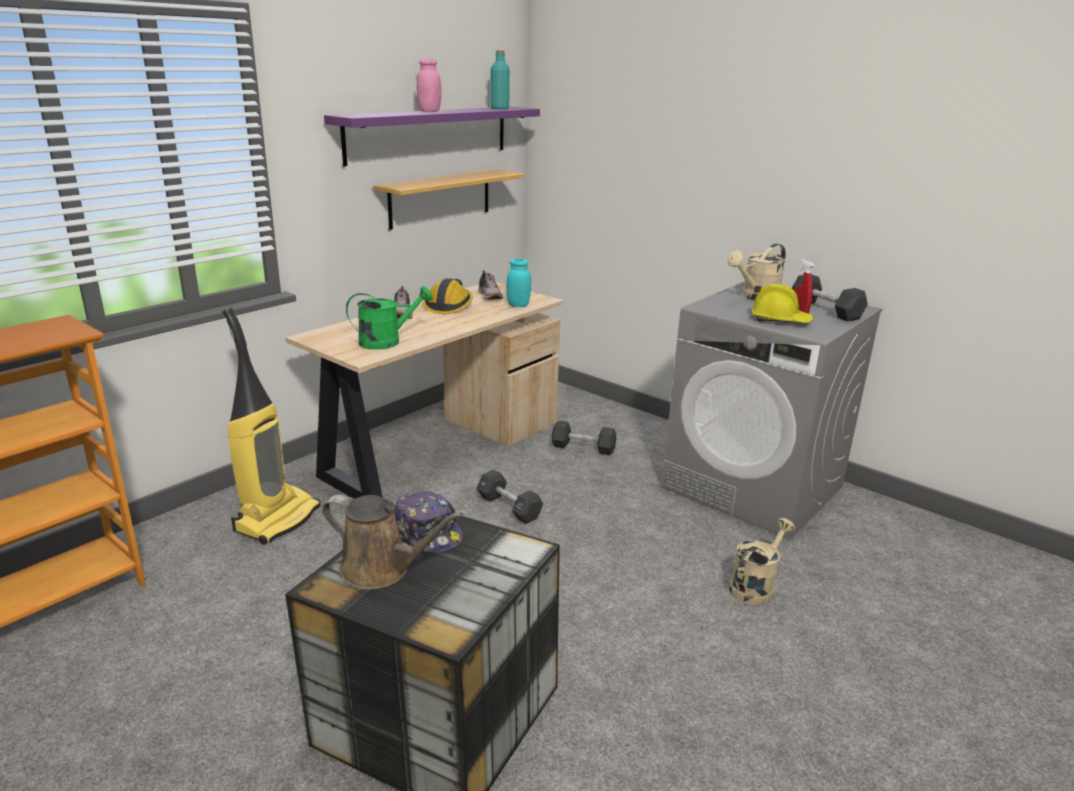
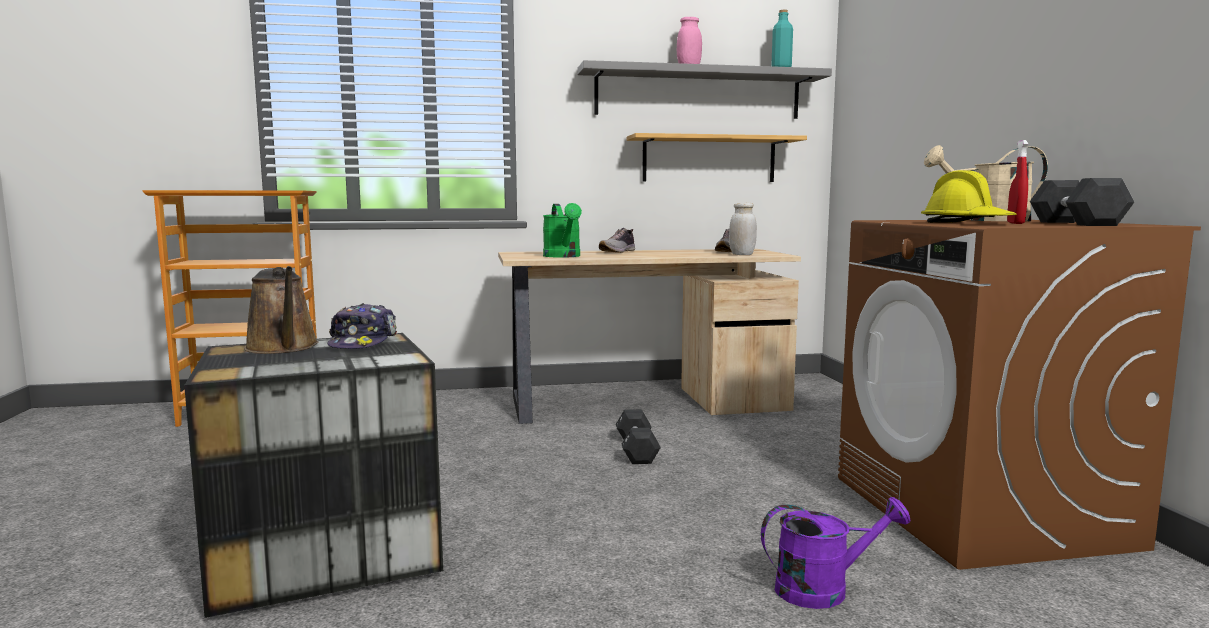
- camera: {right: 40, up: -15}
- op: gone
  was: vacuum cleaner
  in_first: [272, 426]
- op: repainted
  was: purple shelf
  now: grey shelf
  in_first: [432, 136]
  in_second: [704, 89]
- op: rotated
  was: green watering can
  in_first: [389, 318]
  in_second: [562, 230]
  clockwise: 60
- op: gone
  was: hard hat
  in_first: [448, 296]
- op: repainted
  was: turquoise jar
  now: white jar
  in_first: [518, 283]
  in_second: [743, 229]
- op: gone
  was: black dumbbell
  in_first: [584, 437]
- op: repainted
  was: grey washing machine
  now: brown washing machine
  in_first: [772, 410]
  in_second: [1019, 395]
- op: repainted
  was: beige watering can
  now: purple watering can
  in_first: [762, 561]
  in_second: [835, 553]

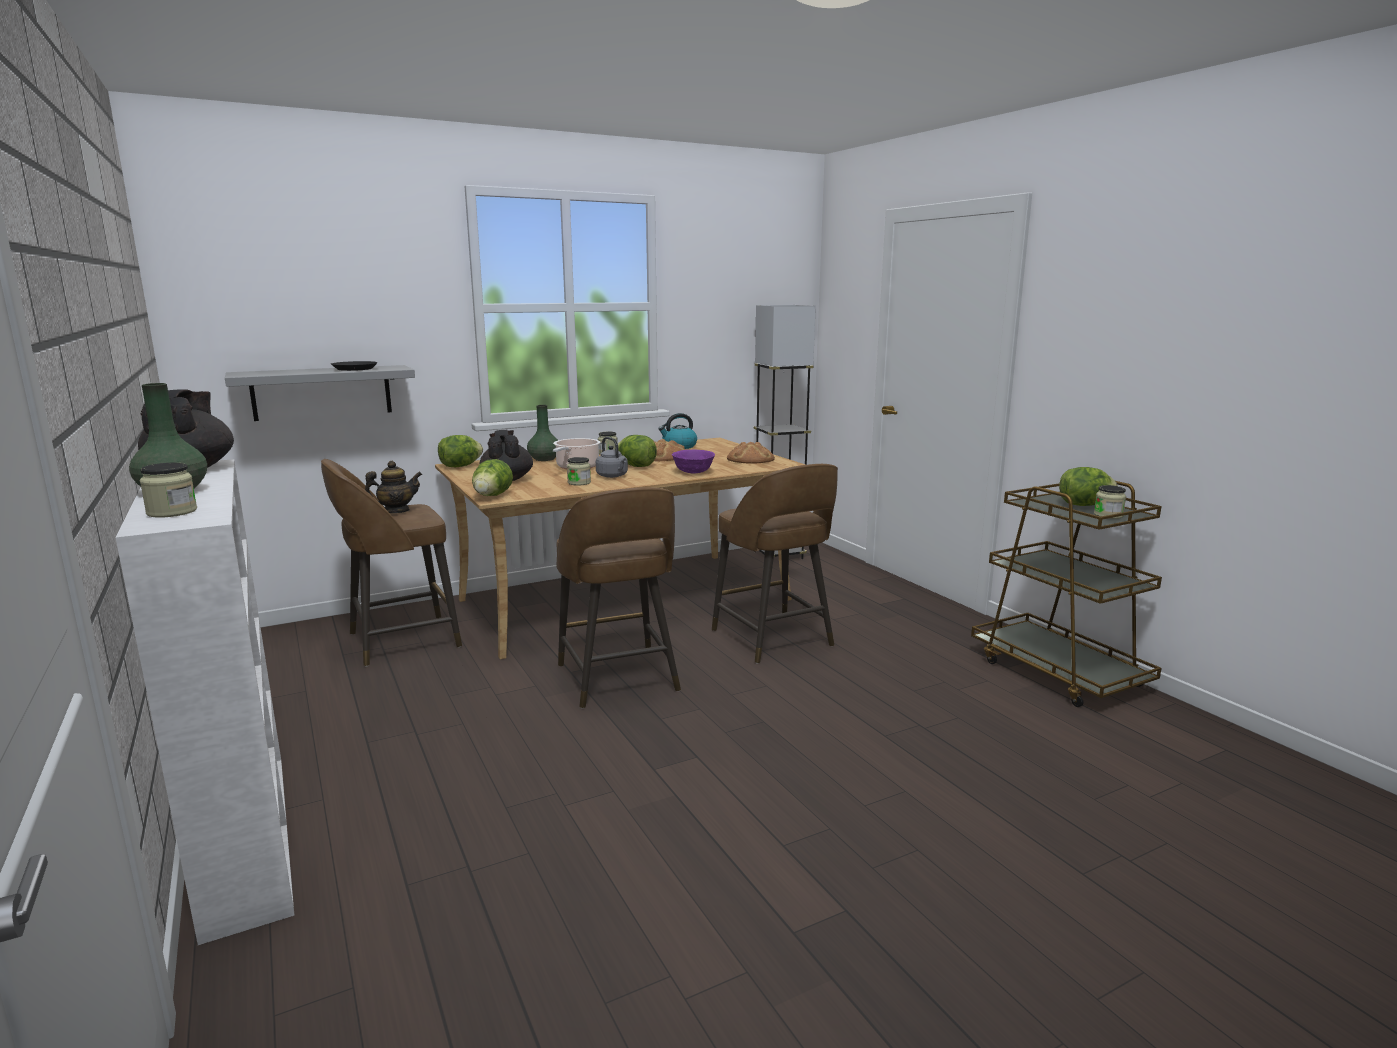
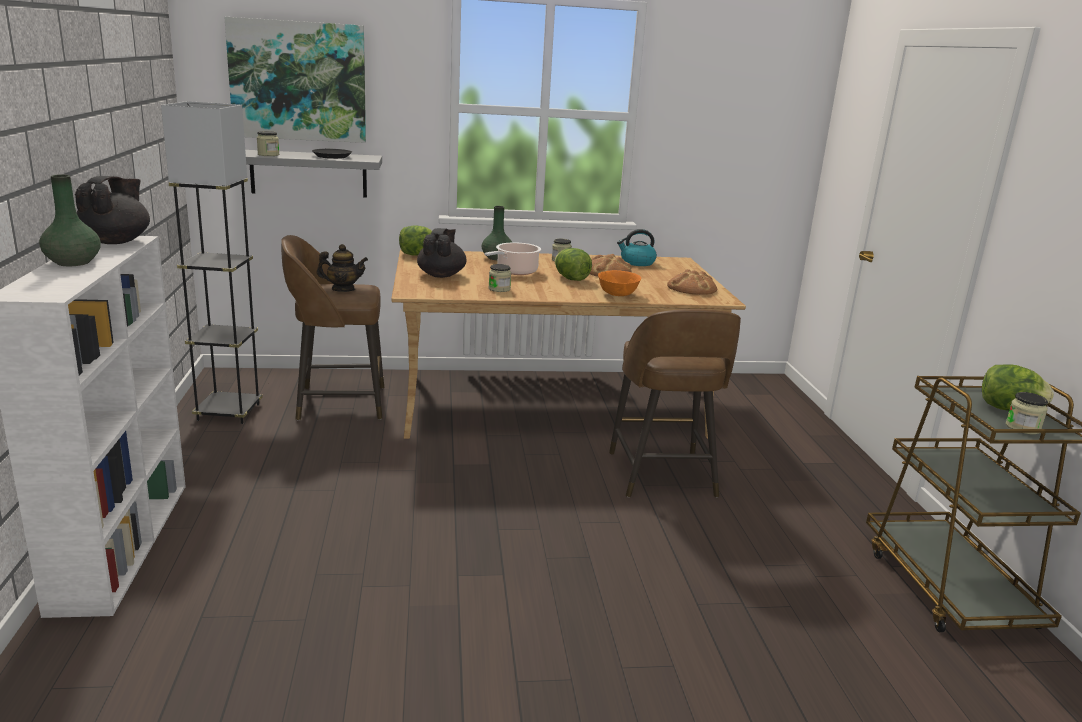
- camera: {right: 20, up: 5}
- op: shifted
  was: jar
  in_first: [168, 490]
  in_second: [268, 143]
- op: gone
  was: lettuce
  in_first: [492, 477]
- op: gone
  was: brown stool
  in_first: [619, 597]
- op: gone
  was: grey kettle
  in_first: [612, 457]
- op: repainted
  was: purple bowl
  now: orange bowl
  in_first: [693, 461]
  in_second: [619, 283]
- op: shifted
  was: grey floor lamp
  in_first: [785, 432]
  in_second: [211, 262]
- op: new
  now: picture
  in_second: [295, 80]

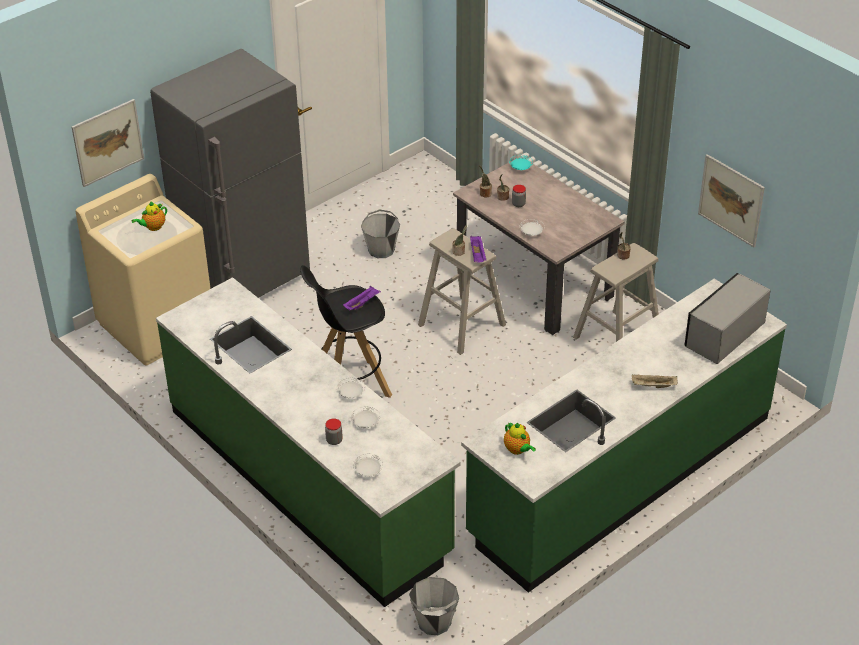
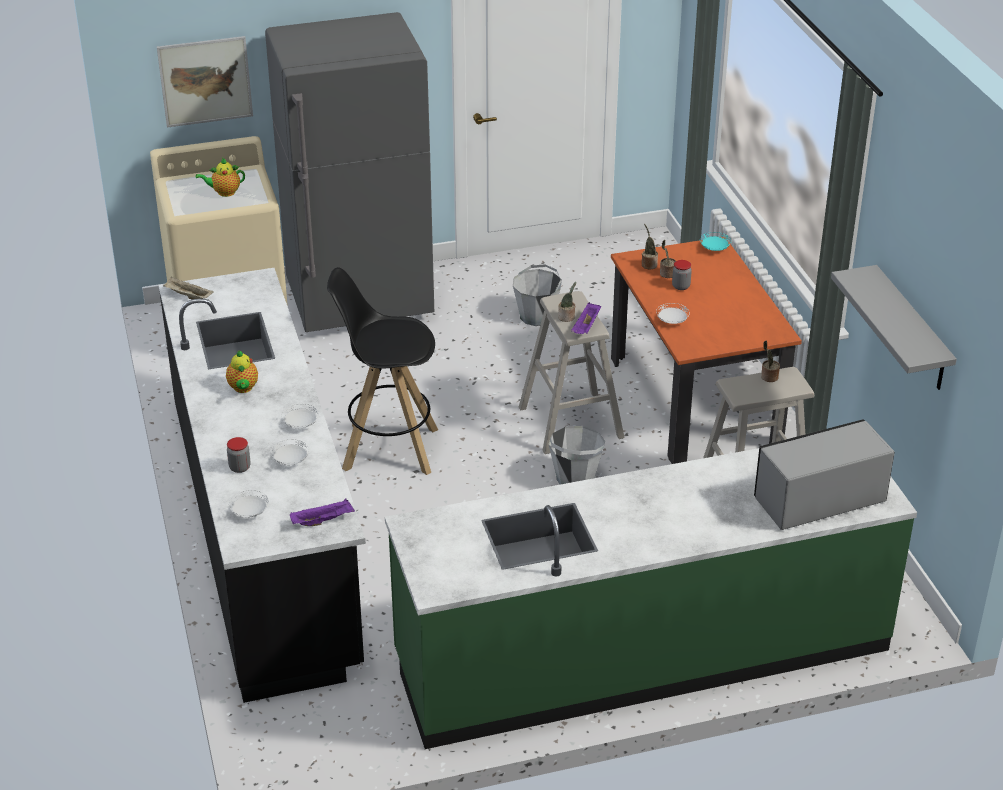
- camera: {right: 25, up: -5}
- op: repainted
  was: green counter
  now: black counter
  in_first: [308, 442]
  in_second: [262, 485]
- op: shifted
  was: purple tray
  in_first: [362, 298]
  in_second: [322, 512]
- op: shifted
  was: grey bucket
  in_first: [434, 606]
  in_second: [577, 455]
- op: repainted
  was: beige dining table
  now: orange dining table
  in_first: [539, 245]
  in_second: [706, 350]
- op: shifted
  was: teapot
  in_first: [520, 438]
  in_second: [242, 371]
- op: shifted
  was: beige tray
  in_first: [655, 381]
  in_second: [188, 288]
- op: swapped
  was: picture
  now: grey shelf
  in_first: [731, 200]
  in_second: [894, 327]

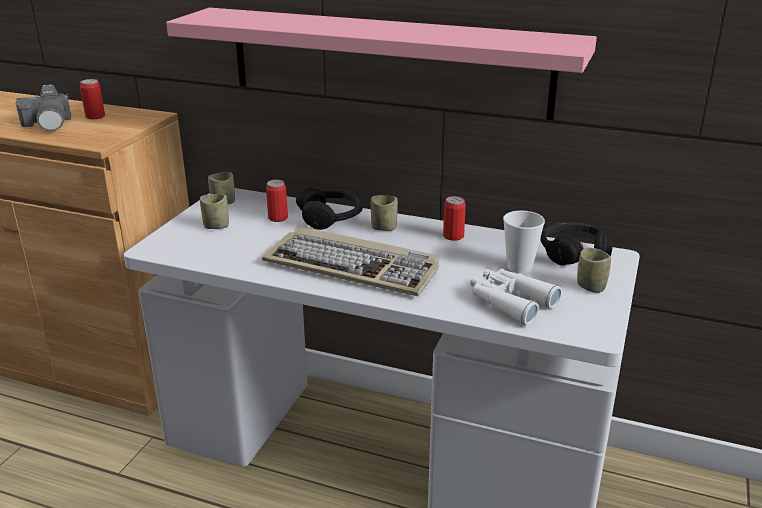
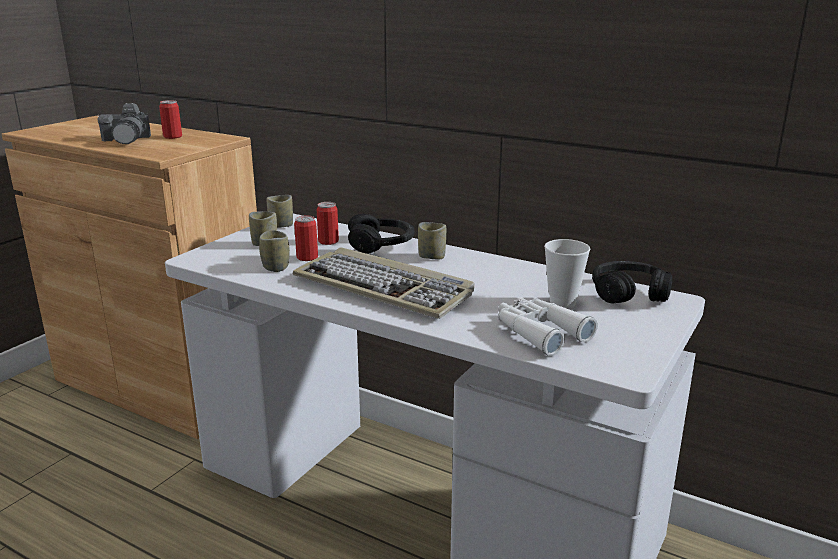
- camera: {right: 10, up: -5}
- op: gone
  was: pink shelf
  in_first: [381, 64]
- op: shifted
  was: can
  in_first: [454, 218]
  in_second: [306, 238]
- op: shifted
  was: cup
  in_first: [594, 270]
  in_second: [274, 251]

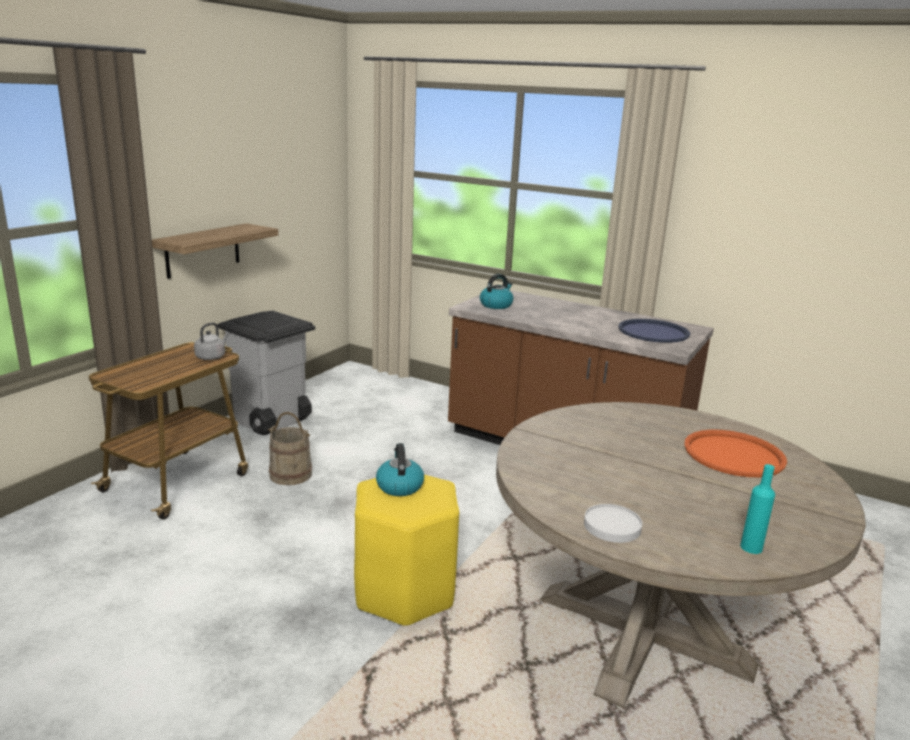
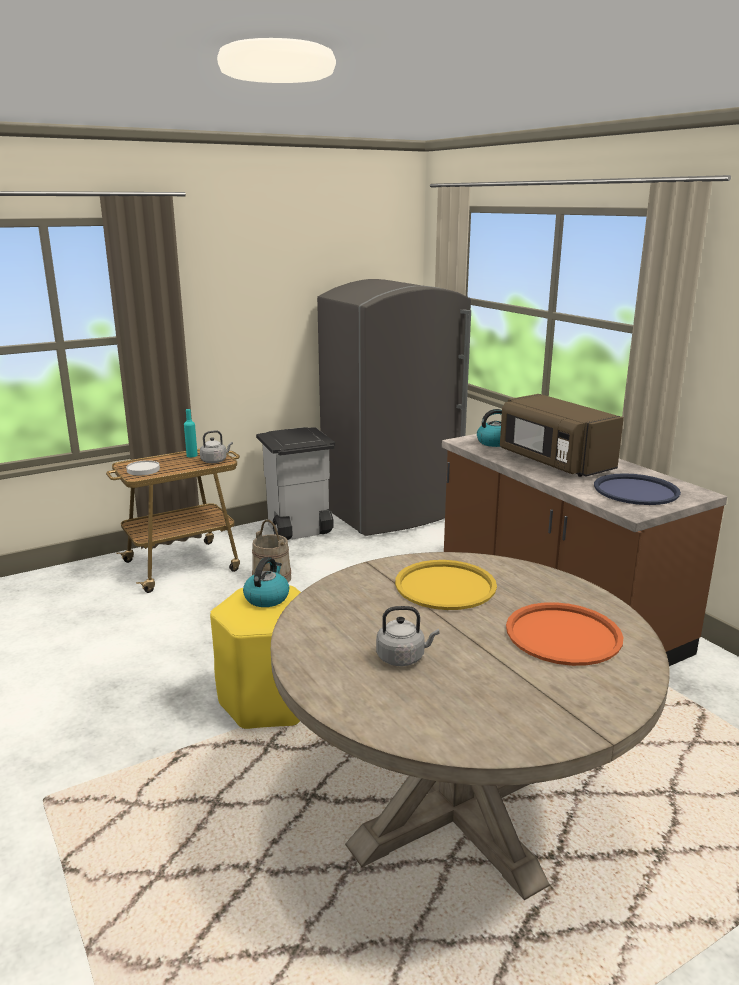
- camera: {right: 30, up: 0}
- op: gone
  was: shelf
  in_first: [215, 251]
- op: shifted
  was: white plate
  in_first: [613, 523]
  in_second: [143, 467]
- op: shifted
  was: turquoise bottle
  in_first: [757, 509]
  in_second: [191, 433]
- op: new
  now: grey fridge
  in_second: [394, 407]
- op: new
  now: grey kettle
  in_second: [407, 636]
- op: new
  now: yellow tray
  in_second: [446, 585]
- op: new
  now: brown microwave
  in_second: [562, 435]

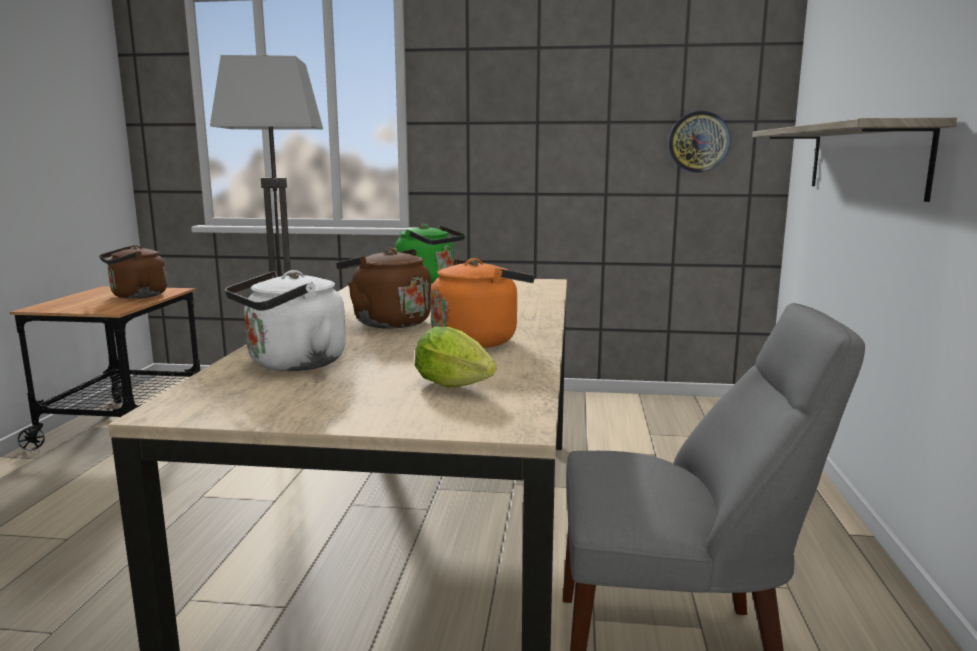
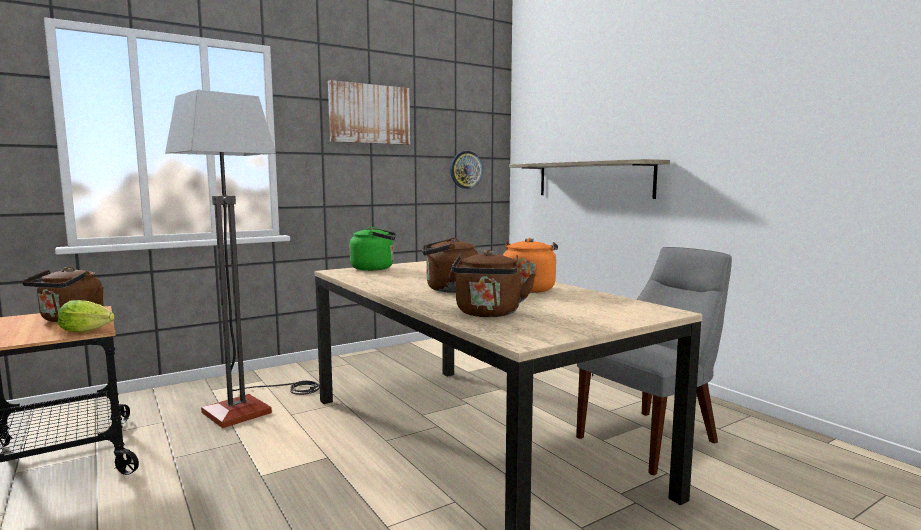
- camera: {right: -40, up: -5}
- op: repainted
  was: white kettle
  now: brown kettle
  in_first: [285, 320]
  in_second: [494, 283]
- op: shifted
  was: lettuce
  in_first: [455, 357]
  in_second: [86, 316]
- op: new
  now: picture
  in_second: [369, 112]

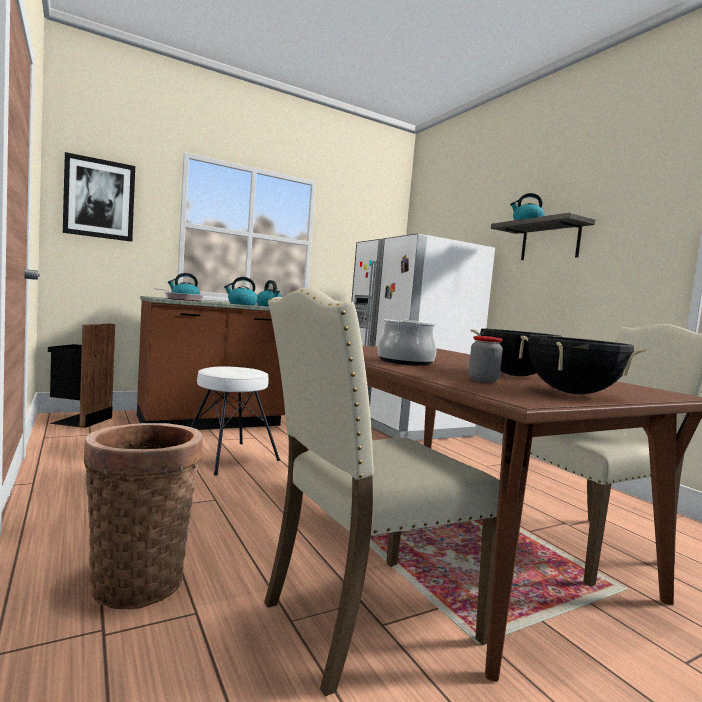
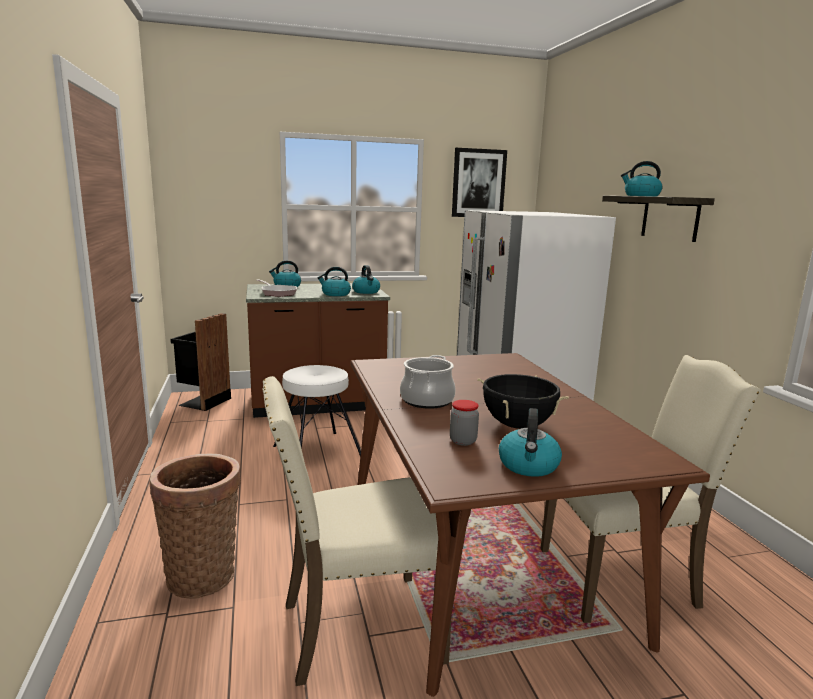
- camera: {right: 15, up: 10}
- op: shifted
  was: picture
  in_first: [99, 197]
  in_second: [479, 182]
- op: swapped
  was: black cooking pot
  now: kettle
  in_first: [584, 364]
  in_second: [530, 442]

